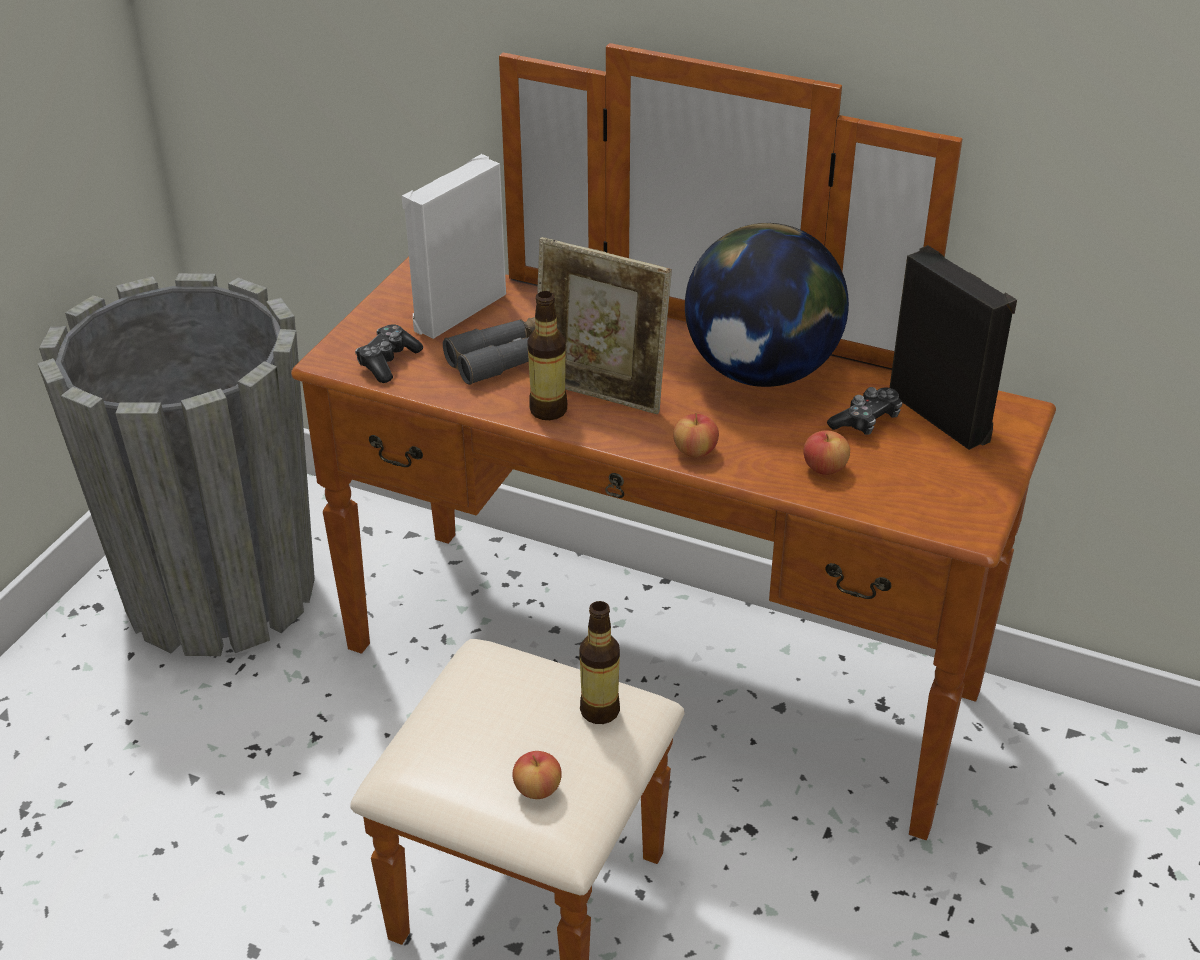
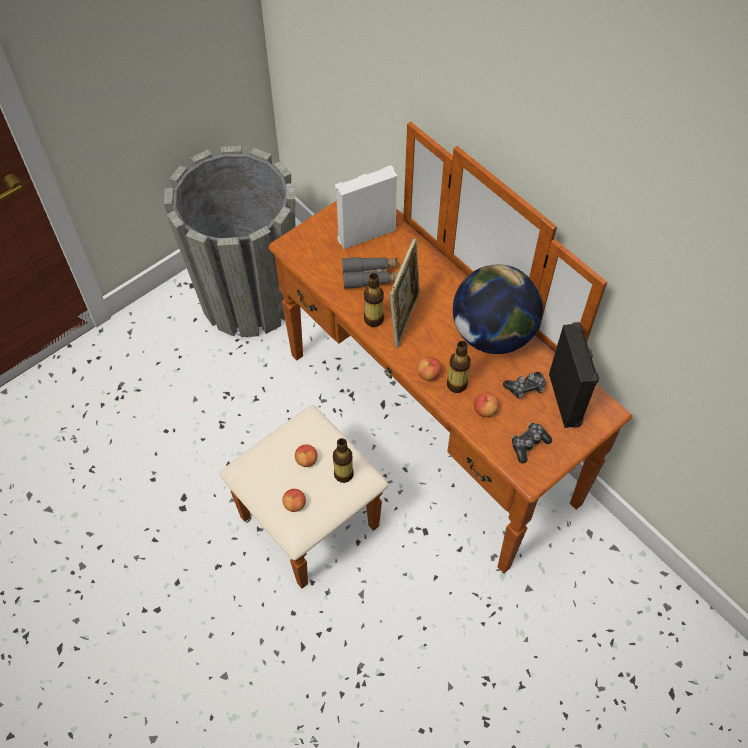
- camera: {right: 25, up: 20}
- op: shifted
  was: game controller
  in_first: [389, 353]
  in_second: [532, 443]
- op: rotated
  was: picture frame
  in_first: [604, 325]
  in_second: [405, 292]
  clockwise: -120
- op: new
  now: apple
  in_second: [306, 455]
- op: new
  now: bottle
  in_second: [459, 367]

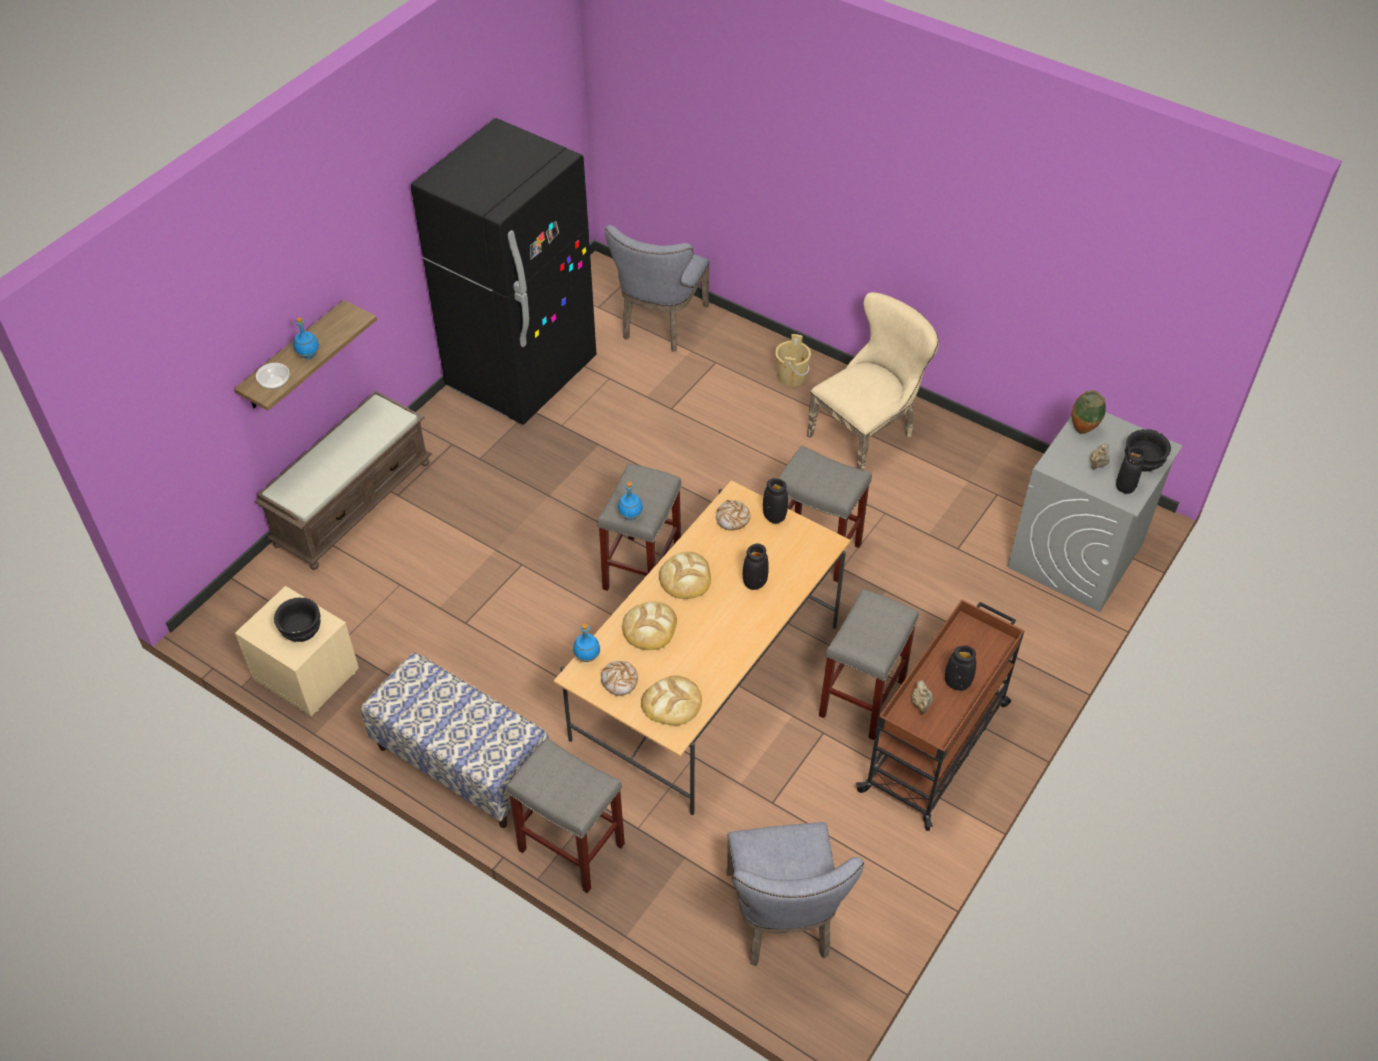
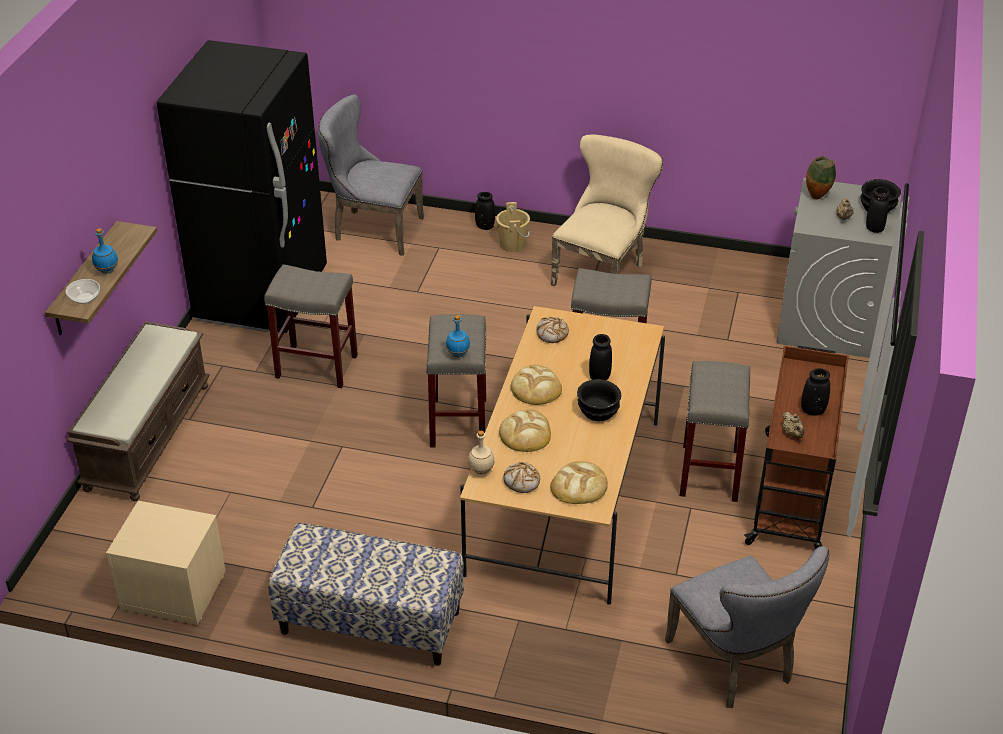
- camera: {right: -20, up: -10}
- op: shifted
  was: black bowl
  in_first: [297, 620]
  in_second: [599, 400]
- op: shifted
  was: grey stool
  in_first: [565, 815]
  in_second: [311, 326]
- op: repainted
  was: blue bottle
  now: beige bottle
  in_first: [586, 642]
  in_second: [481, 453]
- op: rotated
  was: grey chair
  in_first: [657, 288]
  in_second: [371, 175]
  clockwise: 105
- op: shifted
  was: black vase
  in_first: [775, 500]
  in_second: [485, 211]

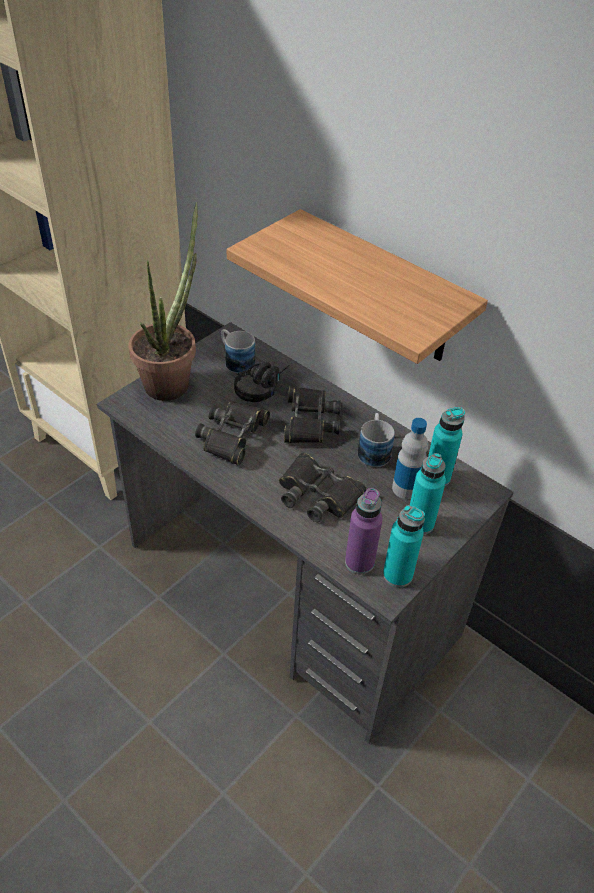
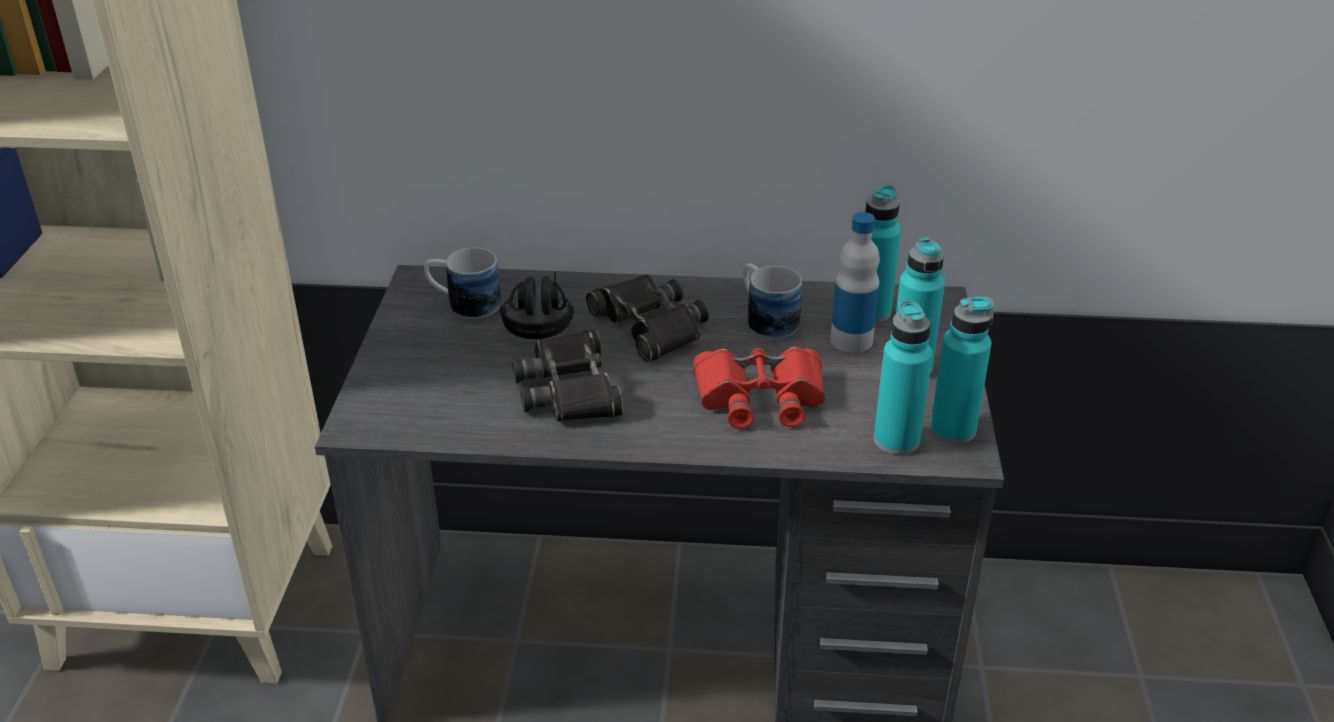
- camera: {right: -35, up: -10}
- op: gone
  was: potted plant
  in_first: [163, 301]
- op: gone
  was: shelf
  in_first: [357, 286]
- op: repainted
  was: black binoculars
  now: red binoculars
  in_first: [323, 487]
  in_second: [759, 388]
- op: repainted
  was: purple bottle
  now: turquoise bottle
  in_first: [364, 531]
  in_second: [903, 378]

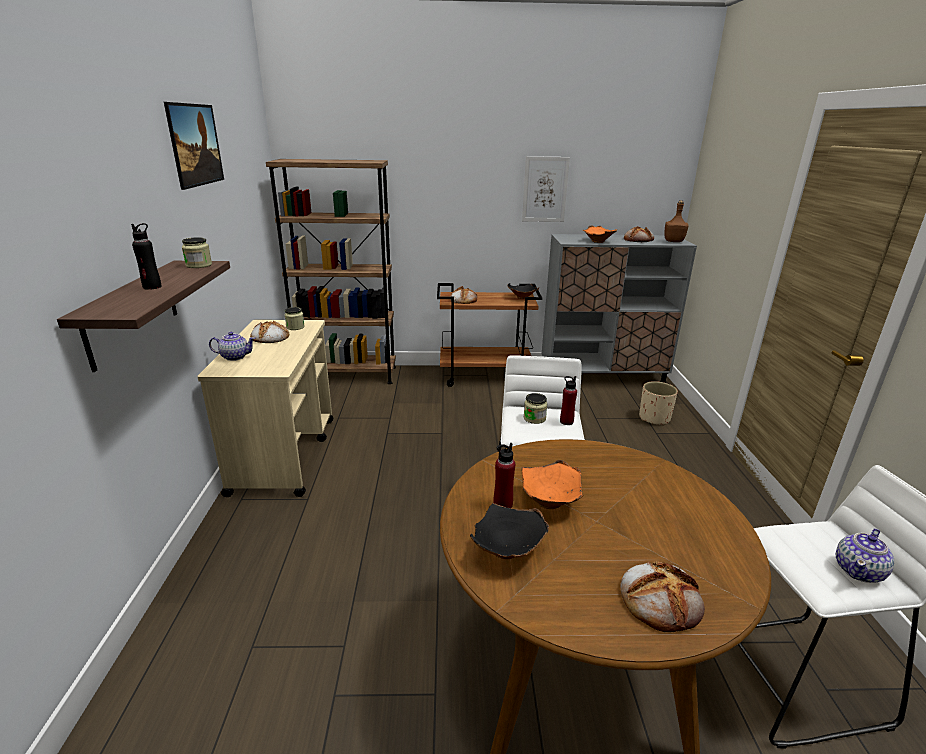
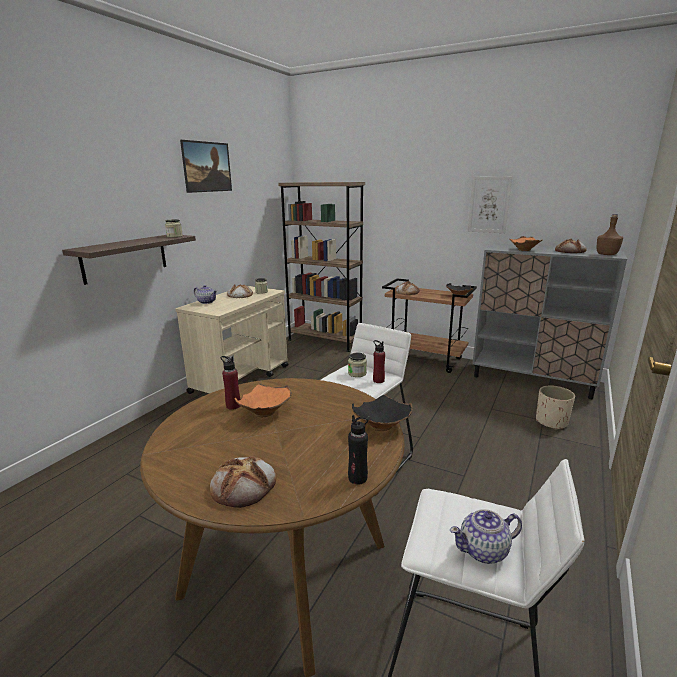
- camera: {right: 30, up: -5}
- op: shifted
  was: black bottle
  in_first: [146, 256]
  in_second: [358, 450]
- op: shifted
  was: black bowl
  in_first: [509, 531]
  in_second: [382, 412]

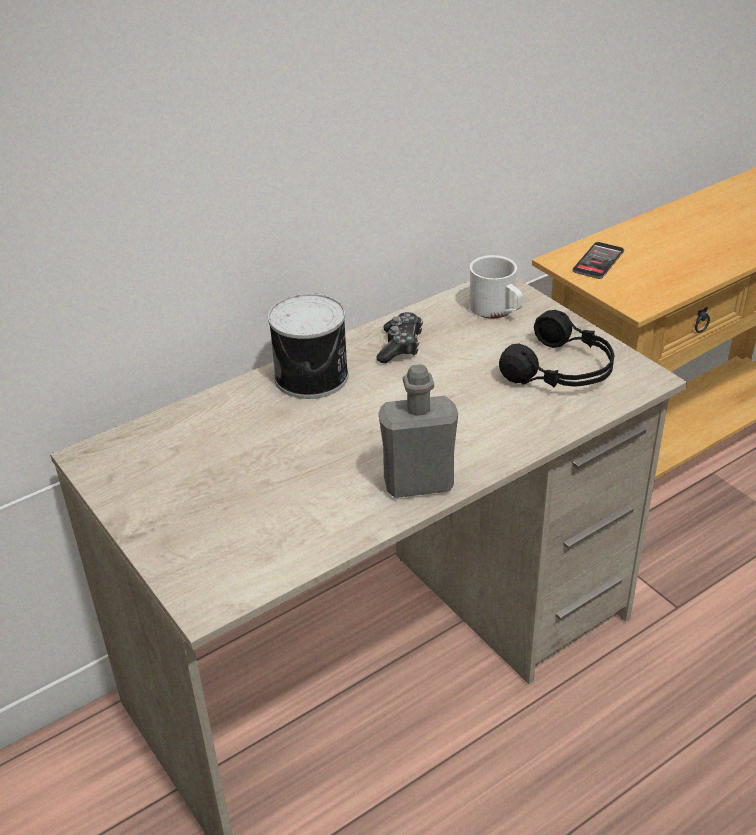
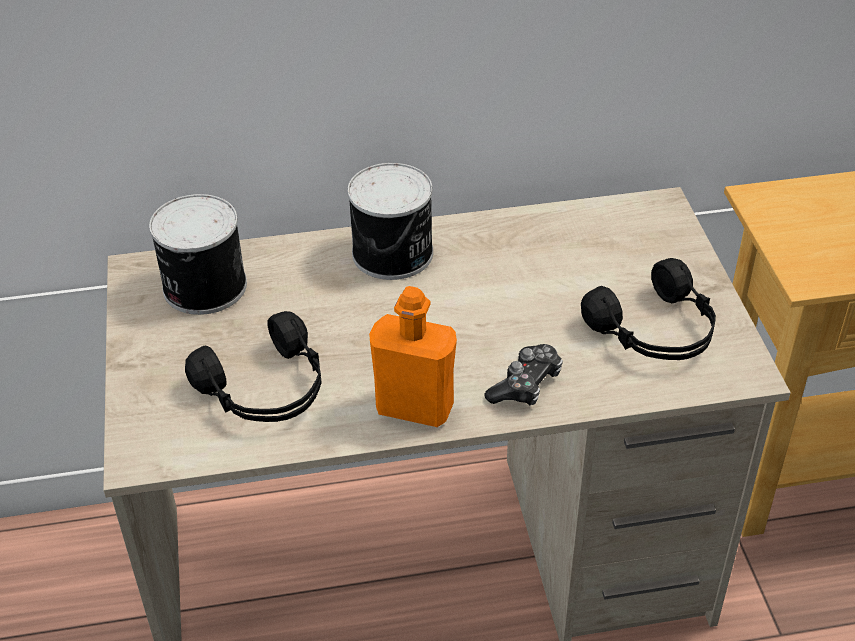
- camera: {right: 25, up: 5}
- op: shifted
  was: game controller
  in_first: [400, 337]
  in_second: [523, 374]
- op: repainted
  was: grey bottle
  now: orange bottle
  in_first: [418, 431]
  in_second: [413, 356]
- op: gone
  was: white mug
  in_first: [496, 286]
- op: gone
  was: phone
  in_first: [598, 260]
- op: new
  now: can
  in_second: [198, 254]
- op: new
  now: black headphones
  in_second: [253, 366]

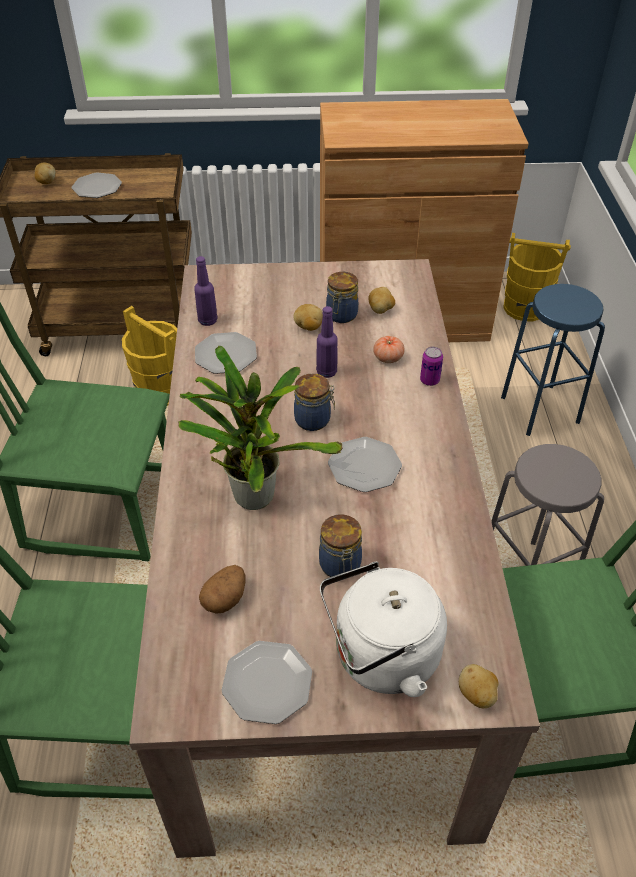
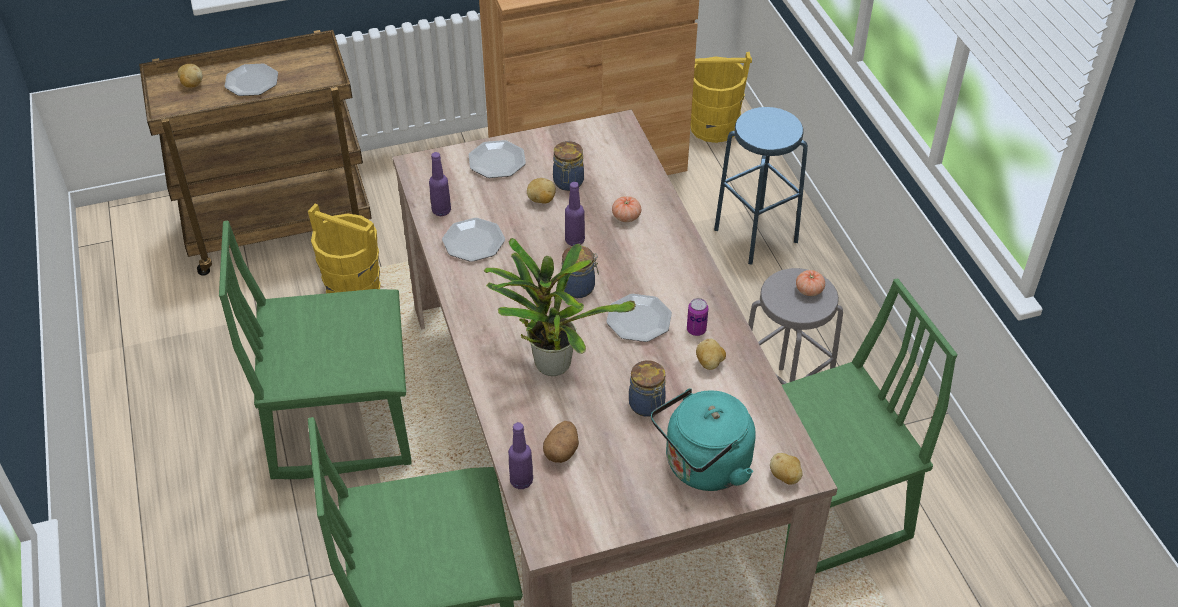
- camera: {right: -15, up: 0}
- op: shifted
  was: plate
  in_first: [267, 682]
  in_second: [497, 159]
- op: repainted
  was: white kettle
  now: turquoise kettle
  in_first: [383, 629]
  in_second: [703, 439]
- op: shifted
  was: potato
  in_first: [382, 300]
  in_second: [711, 354]
- op: shifted
  was: can
  in_first: [431, 366]
  in_second: [698, 317]
- op: new
  now: purple bottle
  in_second: [520, 455]
- op: new
  now: tomato
  in_second: [810, 283]

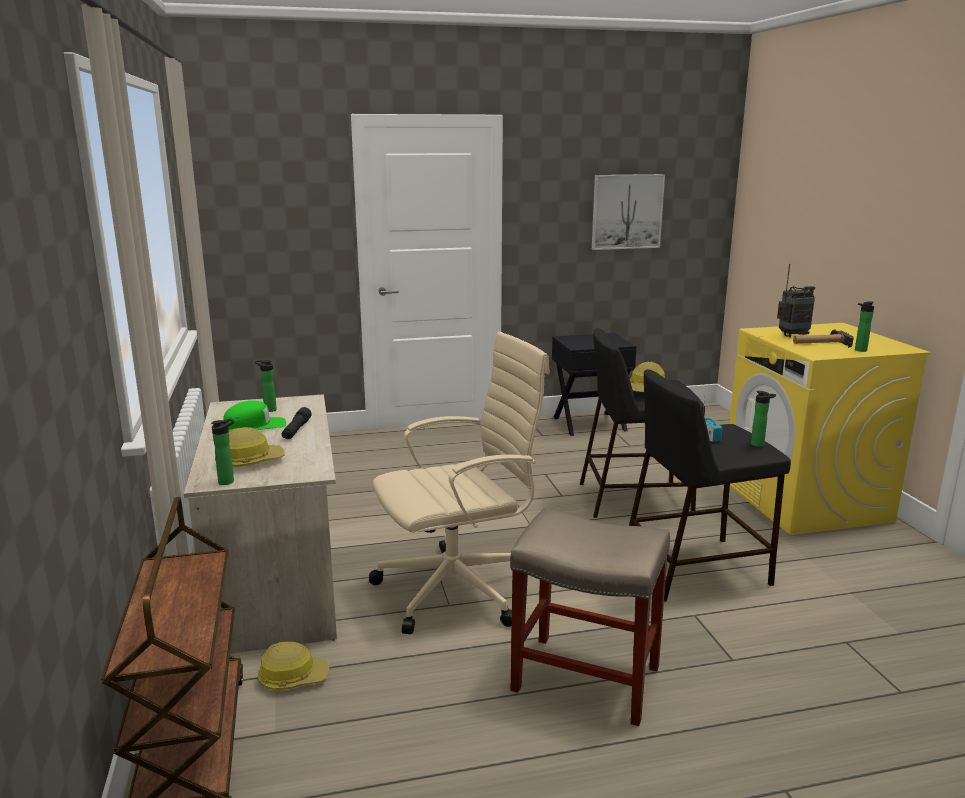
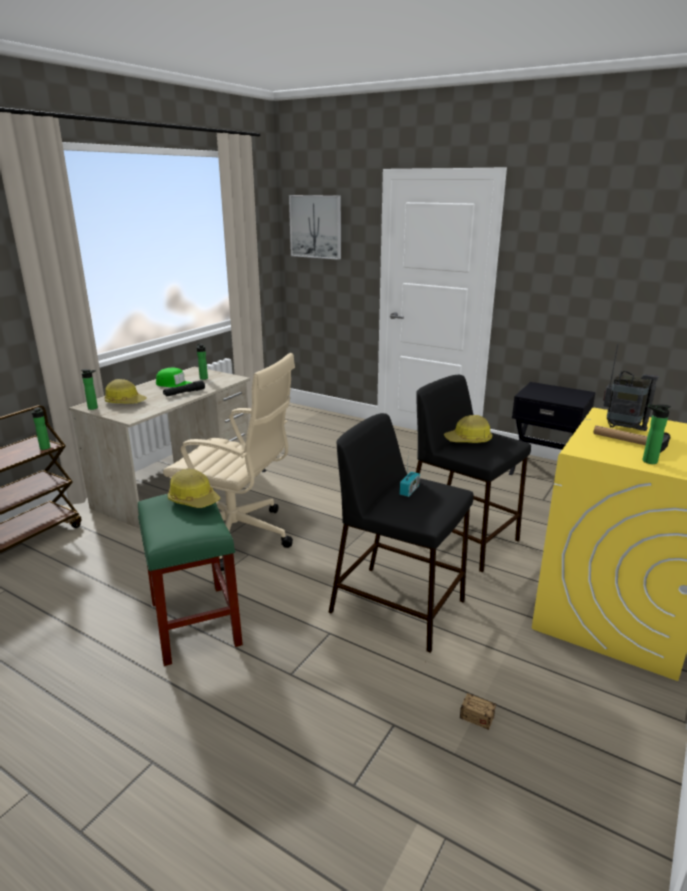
- camera: {right: 45, up: 5}
- op: shifted
  was: hard hat
  in_first: [293, 666]
  in_second: [193, 488]
- op: repainted
  was: beige stool
  now: green stool
  in_first: [590, 617]
  in_second: [190, 580]
- op: shifted
  was: picture
  in_first: [628, 212]
  in_second: [315, 227]
- op: shifted
  was: bottle
  in_first: [763, 419]
  in_second: [41, 428]
- op: new
  now: storage box
  in_second: [460, 696]

